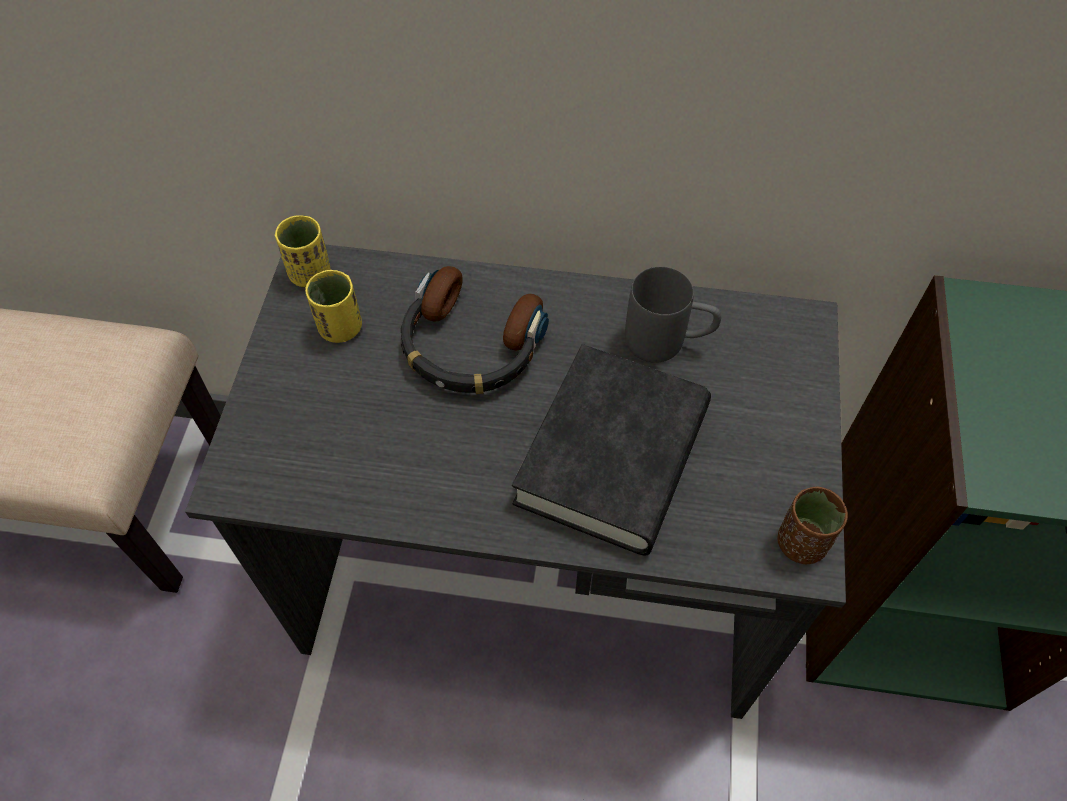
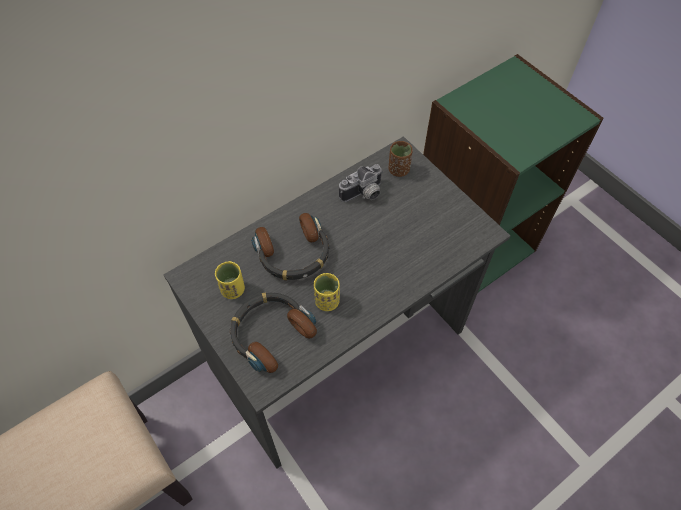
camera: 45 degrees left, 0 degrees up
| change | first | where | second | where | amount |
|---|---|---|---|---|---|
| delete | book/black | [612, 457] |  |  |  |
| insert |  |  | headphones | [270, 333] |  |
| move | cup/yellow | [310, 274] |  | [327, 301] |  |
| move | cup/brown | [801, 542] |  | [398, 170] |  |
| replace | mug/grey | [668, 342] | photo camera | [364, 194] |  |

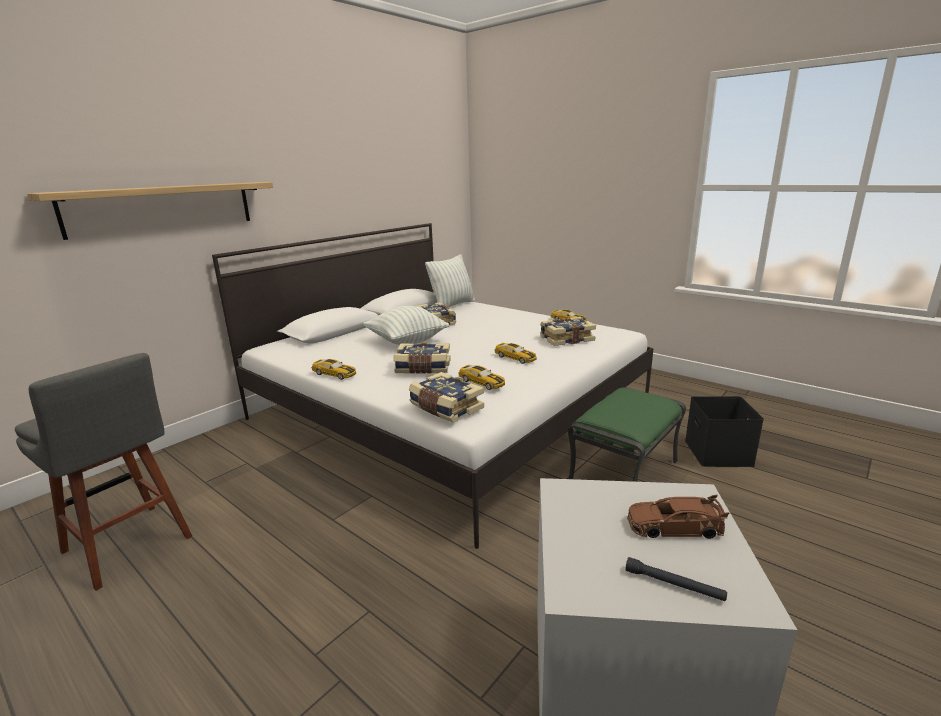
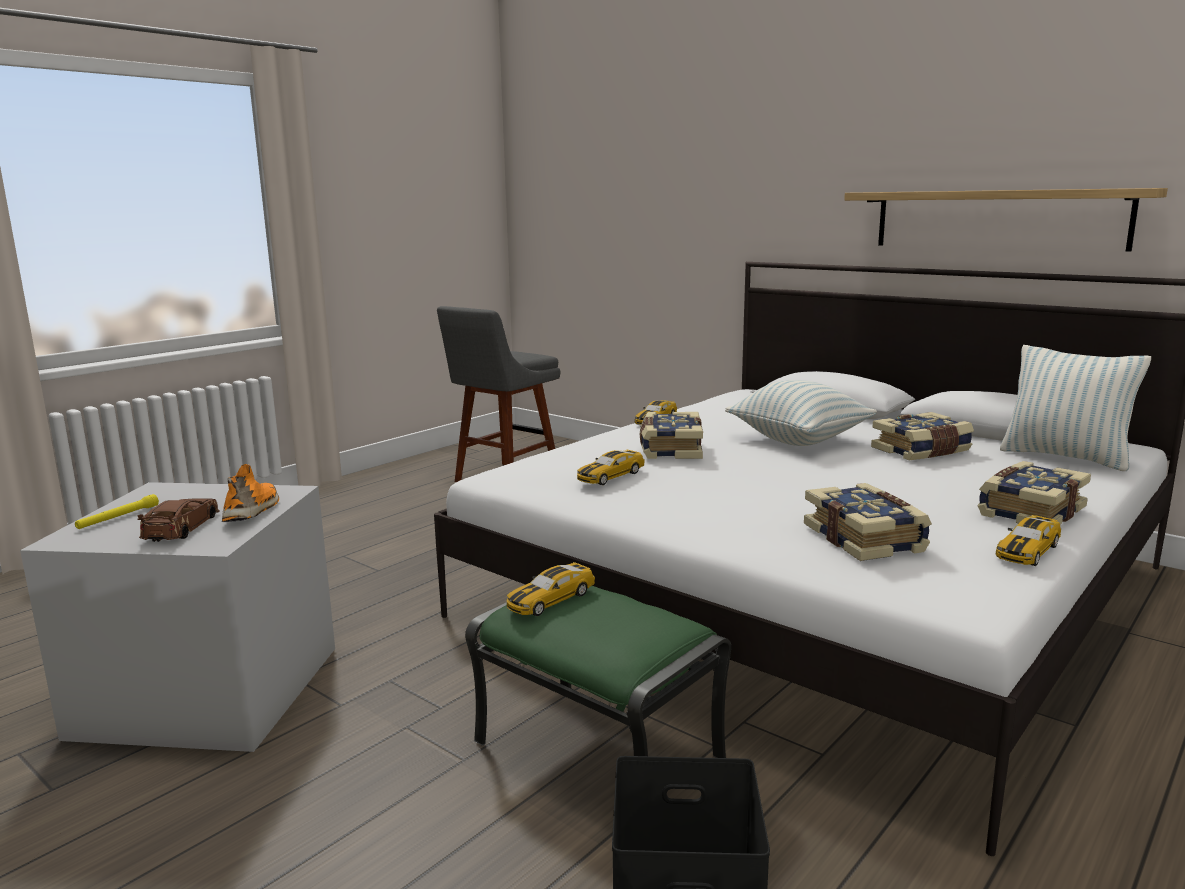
camera: 90 degrees right, 5 degrees down
| change | first | where | second | where | amount |
|---|---|---|---|---|---|
| insert |  |  | shoe/orange | [253, 511] |  |
| move | shelf | [162, 208] |  | [997, 219] |  |
| move | book | [445, 408] |  | [1029, 512] |  |
| move | toy car | [515, 358] |  | [550, 599] |  |
| recolor | flashlight/black | [673, 585] | flashlight/yellow | [118, 518] |  |

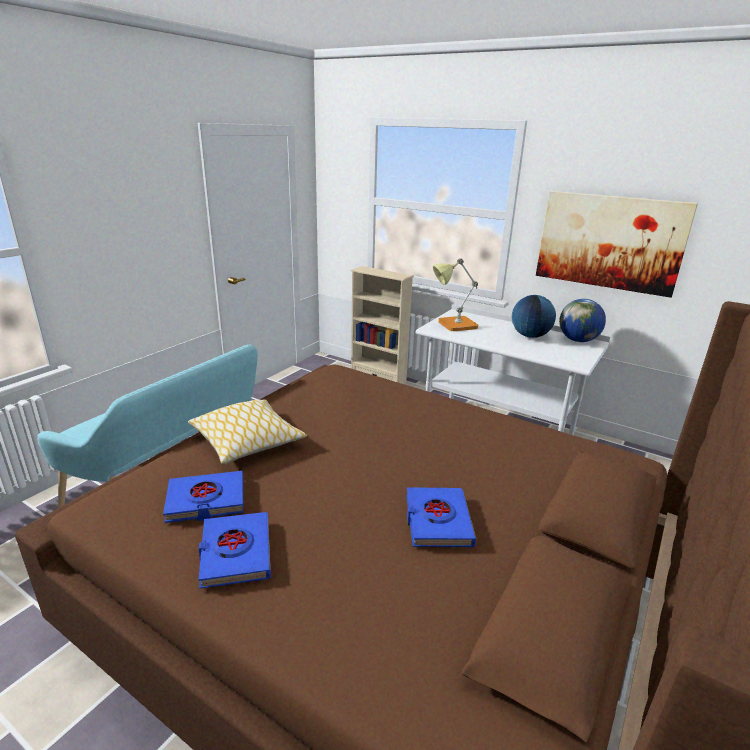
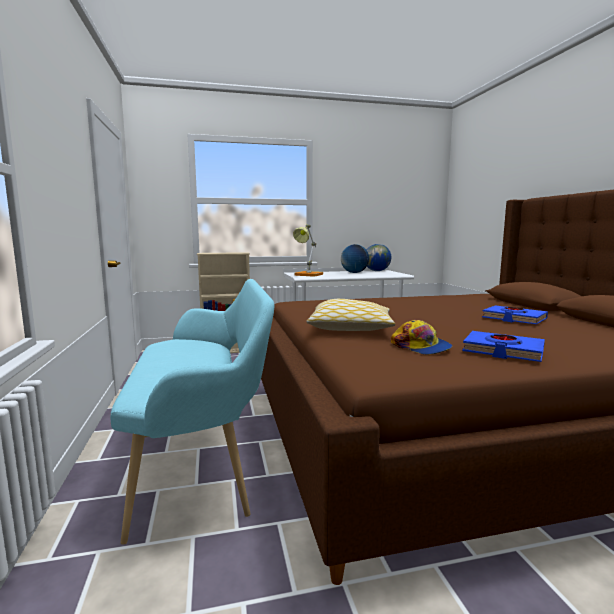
camera: 45 degrees left, 15 degrees down
| change | first | where | second | where | amount |
|---|---|---|---|---|---|
| delete | picture | [609, 242] |  |  |  |
| replace | book/blue | [206, 501] | cap | [421, 347] |  |

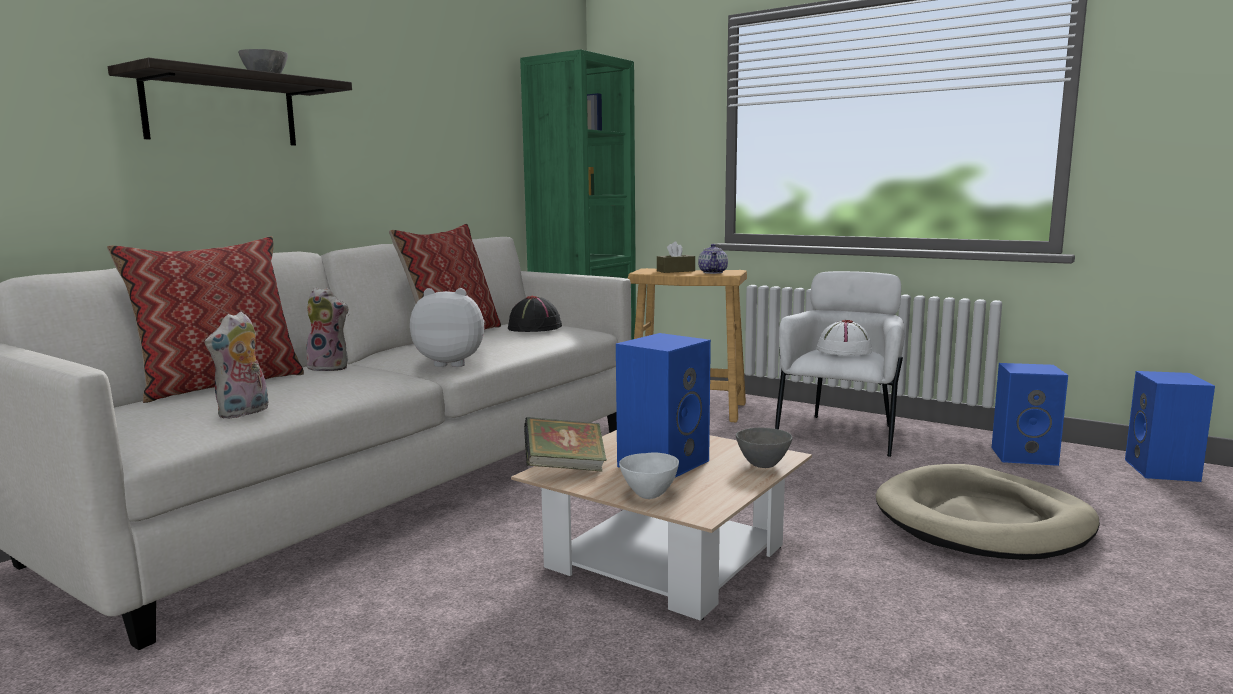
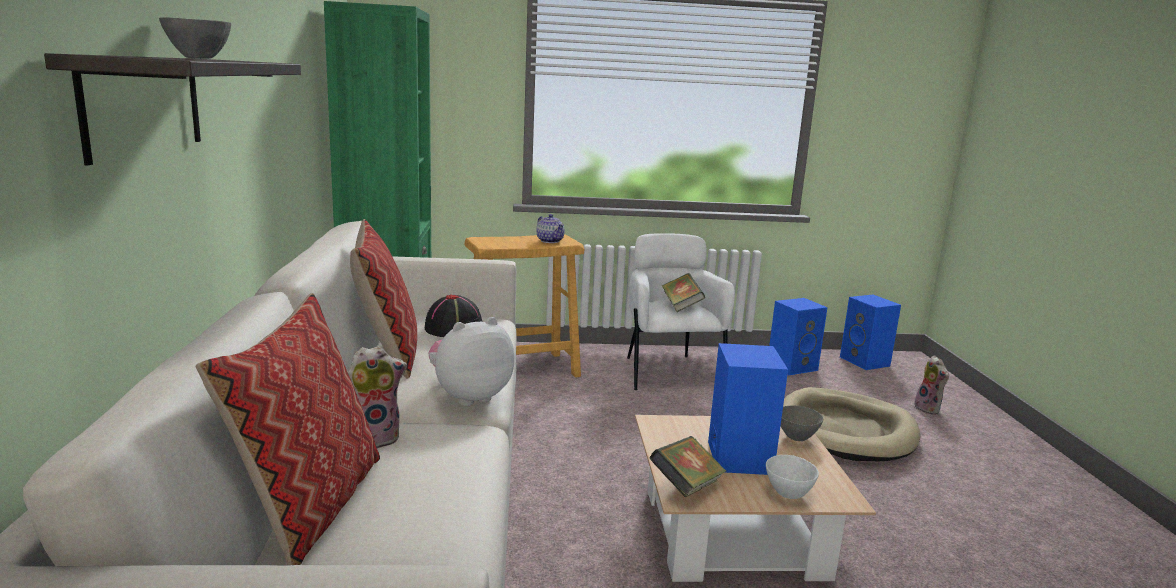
camera: 40 degrees left, 5 degrees up
| change | first | where | second | where | amount |
|---|---|---|---|---|---|
| delete | tissue box/brown | [675, 271] |  |  |  |
| move | plush toy | [244, 413] |  | [929, 409] |  |
| replace | hat/white | [843, 351] | book | [681, 306] |  |

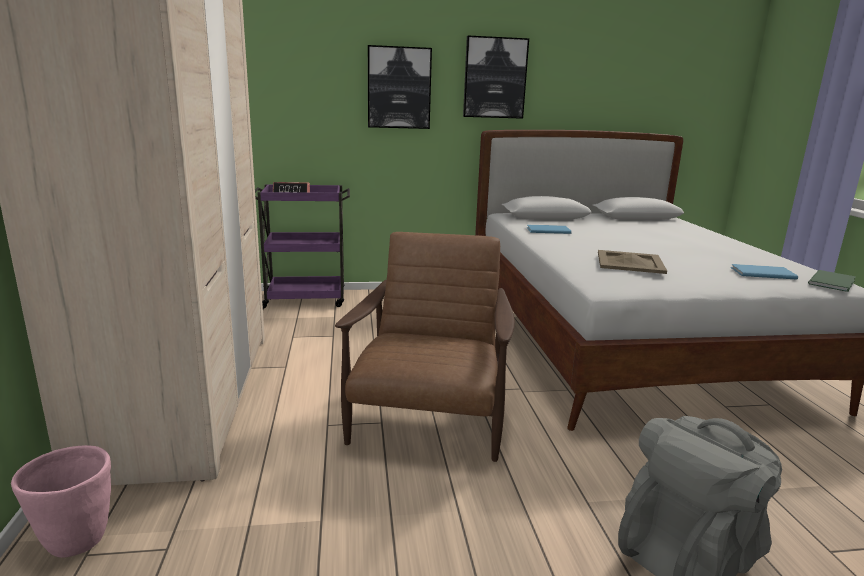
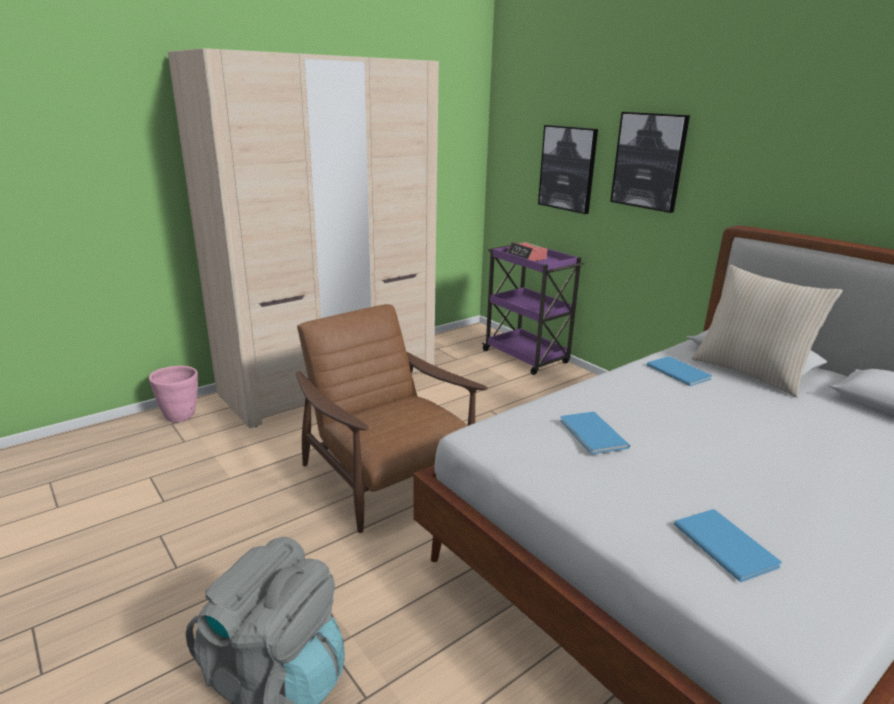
camera: 60 degrees right, 5 degrees up
| change | first | where | second | where | amount |
|---|---|---|---|---|---|
| delete | book/green | [833, 282] |  |  |  |
| insert |  |  | pillow/beige | [750, 373] |  |
| move | picture | [495, 78] |  | [568, 168] |  |
| replace | tray/beige | [630, 262] | book/blue | [592, 435] |  |
| rotate | armchair/brown | [429, 417] |  | [387, 478] | 105 degrees counterclockwise |

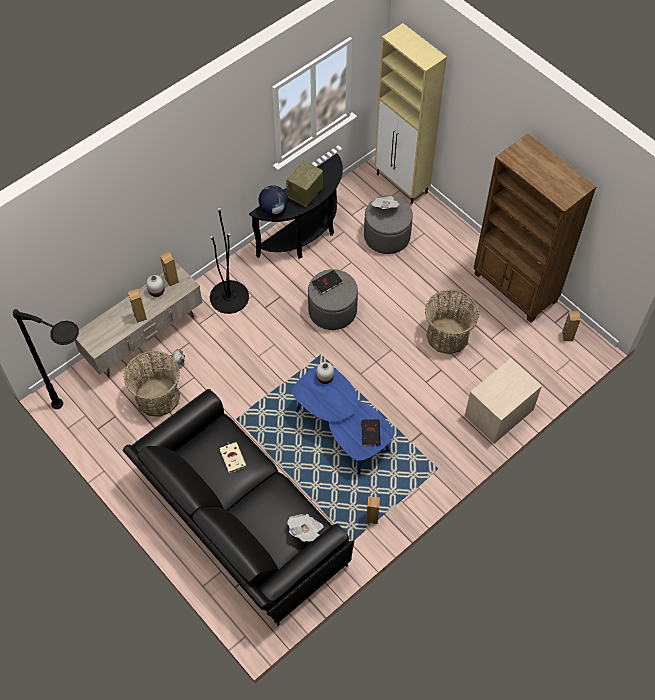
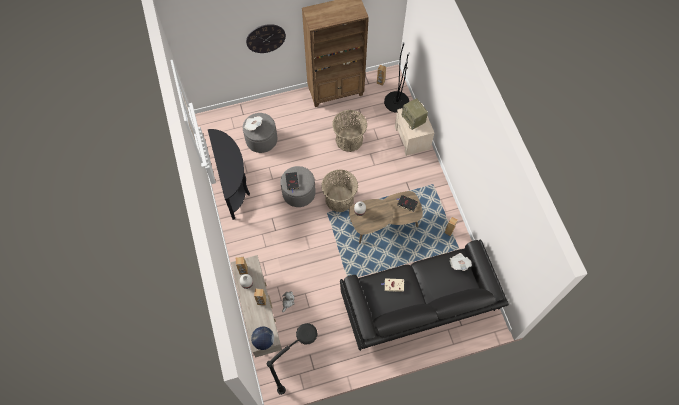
camera: 65 degrees left, 5 degrees up
| change | first | where | second | where | amount |
|---|---|---|---|---|---|
| delete | cabinet/beige | [402, 184] |  |  |  |
| insert |  |  | wall clock | [265, 38] |  |
| move | basket | [158, 397] |  | [339, 199] |  |
| move | floor lamp/black | [229, 297] |  | [396, 102] |  |
| move | globe | [273, 209] |  | [263, 341] |  |
| move | radio | [305, 193] |  | [414, 119] |  |
| recolor | coffee table/blue | [341, 429] | coffee table/brown | [384, 223] |  |

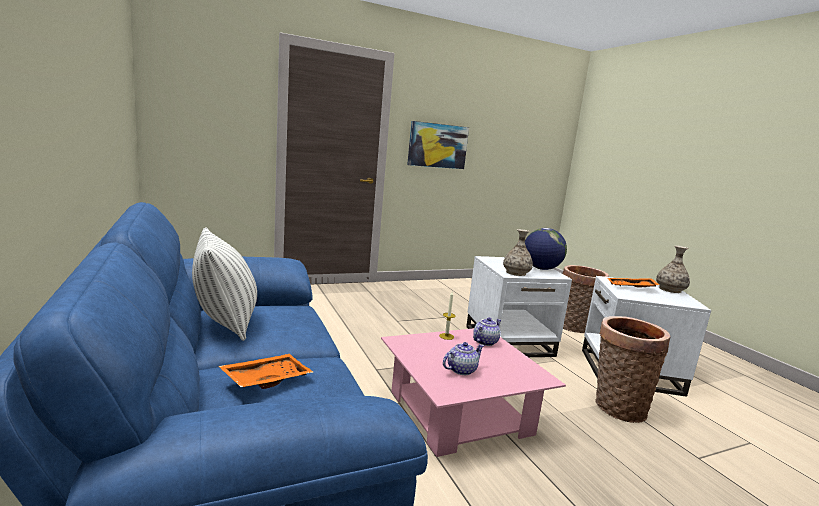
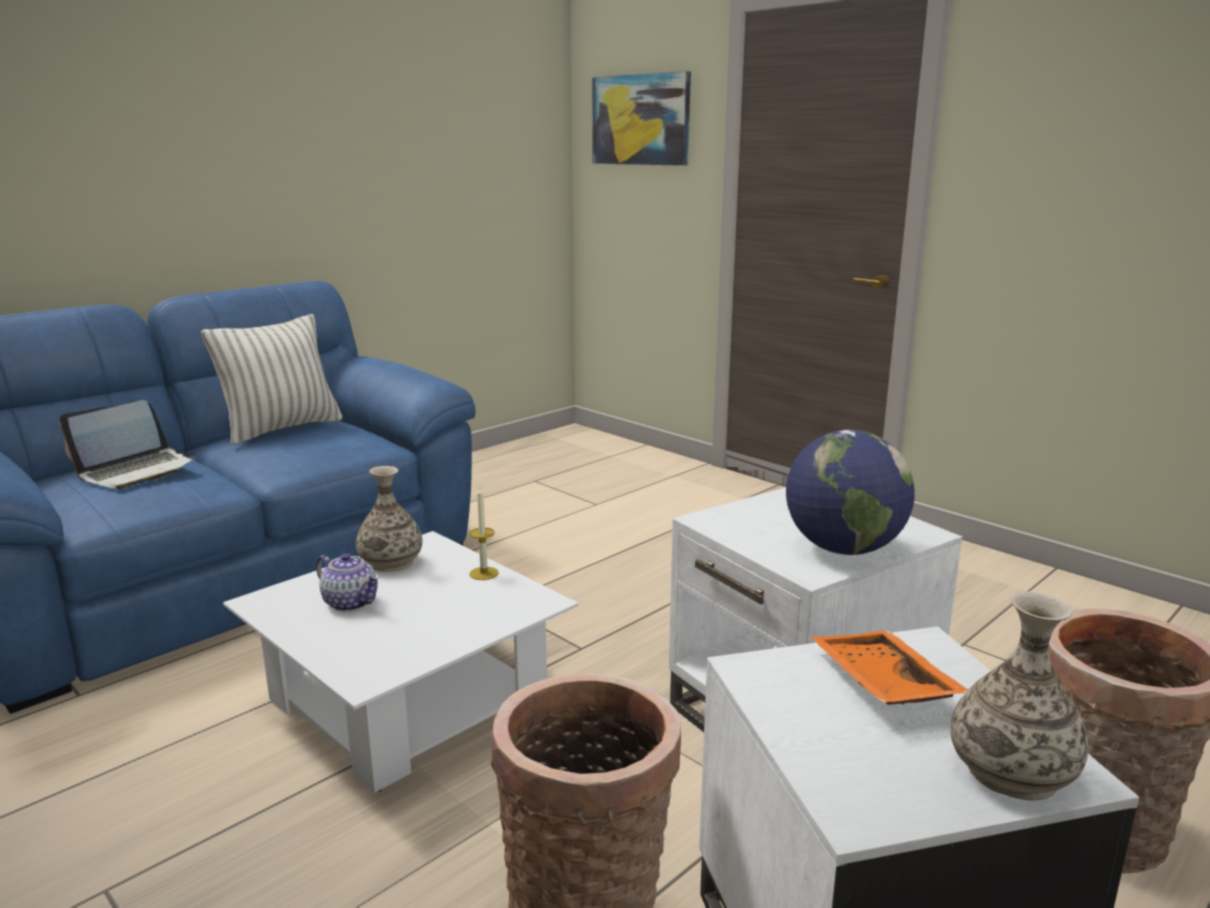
camera: 70 degrees right, 5 degrees up
| change | first | where | second | where | amount |
|---|---|---|---|---|---|
| delete | teapot | [485, 341] |  |  |  |
| move | picture | [437, 145] |  | [641, 120] |  |
| move | vase | [516, 273] |  | [391, 562] |  |
| replace | tray/orange | [266, 379] | laptop | [136, 471] |  |
| recolor | coffee table/pink | [459, 413] | coffee table/white | [408, 700] |  |

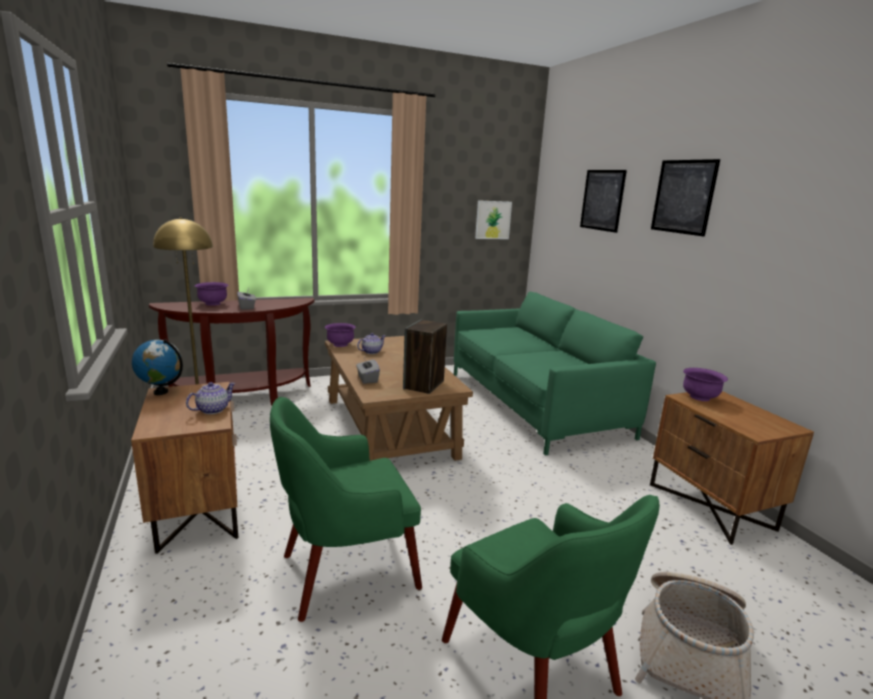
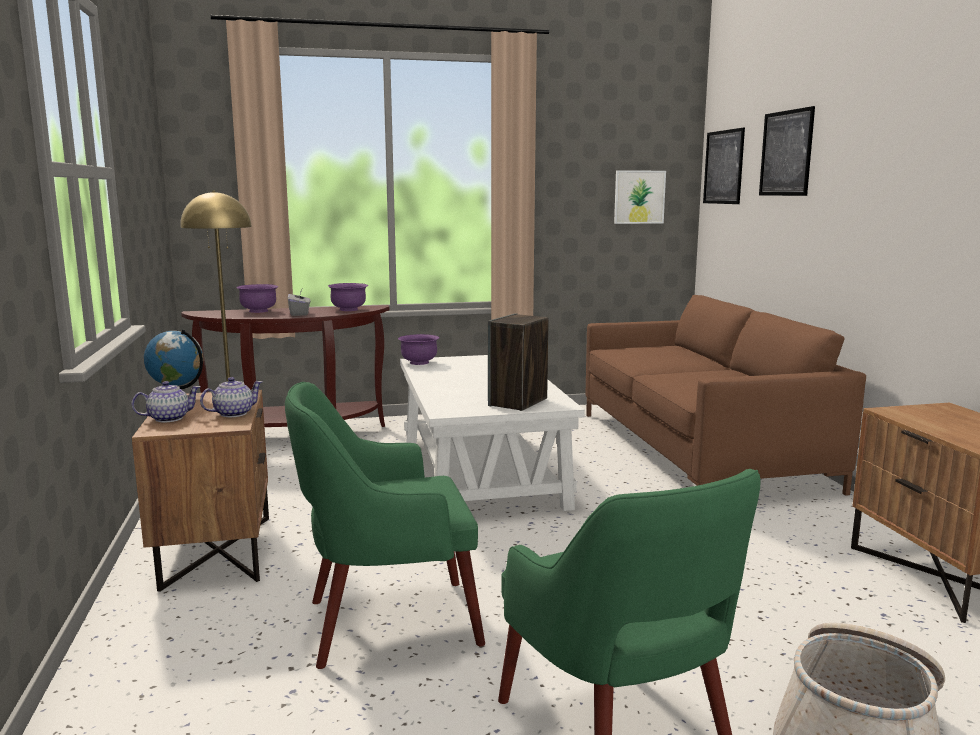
camera: 10 degrees right, 5 degrees down
| change | first | where | second | where | amount |
|---|---|---|---|---|---|
| delete | tissue box/grey | [367, 379] |  |  |  |
| move | teapot | [371, 352] |  | [168, 418] |  |
| move | picture | [683, 197] |  | [723, 167] |  |
| move | bowl/purple | [700, 397] |  | [348, 310] |  |
| recolor | coffee table/brown | [389, 427] | coffee table/white | [481, 472] |  |
| recolor | sofa/green | [534, 403] | sofa/brown | [697, 449] |  |

